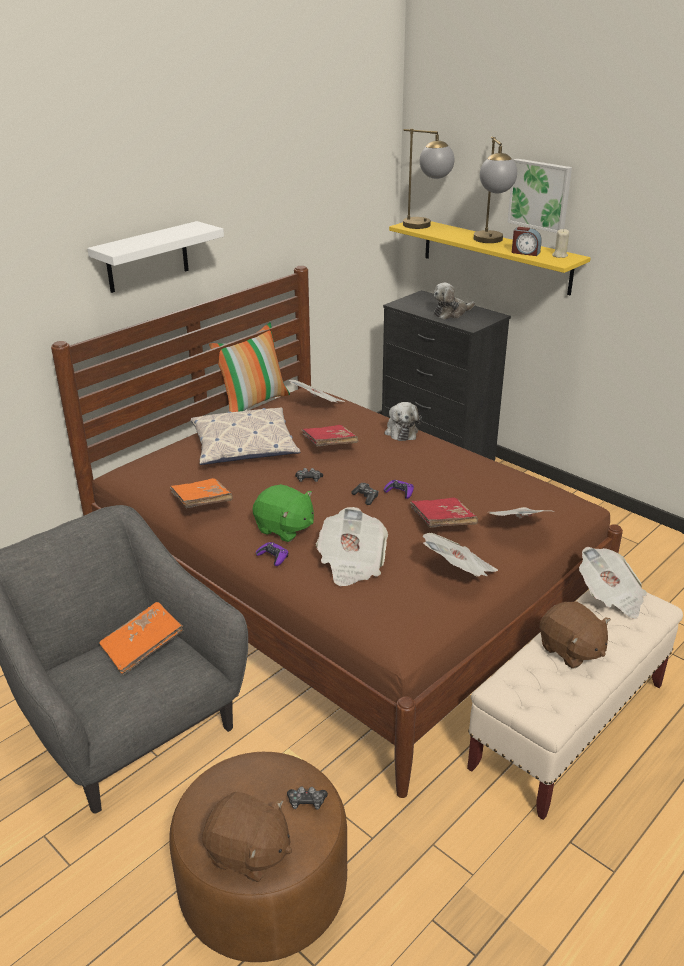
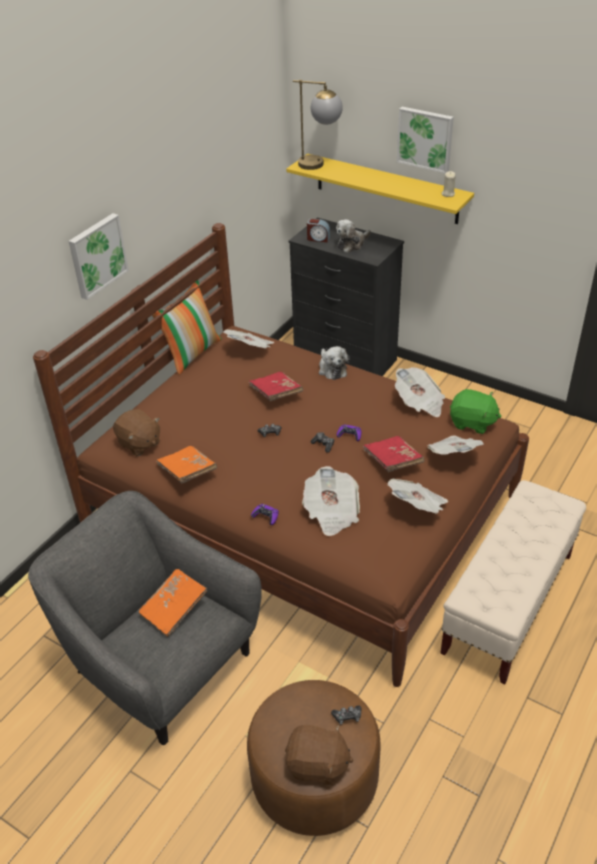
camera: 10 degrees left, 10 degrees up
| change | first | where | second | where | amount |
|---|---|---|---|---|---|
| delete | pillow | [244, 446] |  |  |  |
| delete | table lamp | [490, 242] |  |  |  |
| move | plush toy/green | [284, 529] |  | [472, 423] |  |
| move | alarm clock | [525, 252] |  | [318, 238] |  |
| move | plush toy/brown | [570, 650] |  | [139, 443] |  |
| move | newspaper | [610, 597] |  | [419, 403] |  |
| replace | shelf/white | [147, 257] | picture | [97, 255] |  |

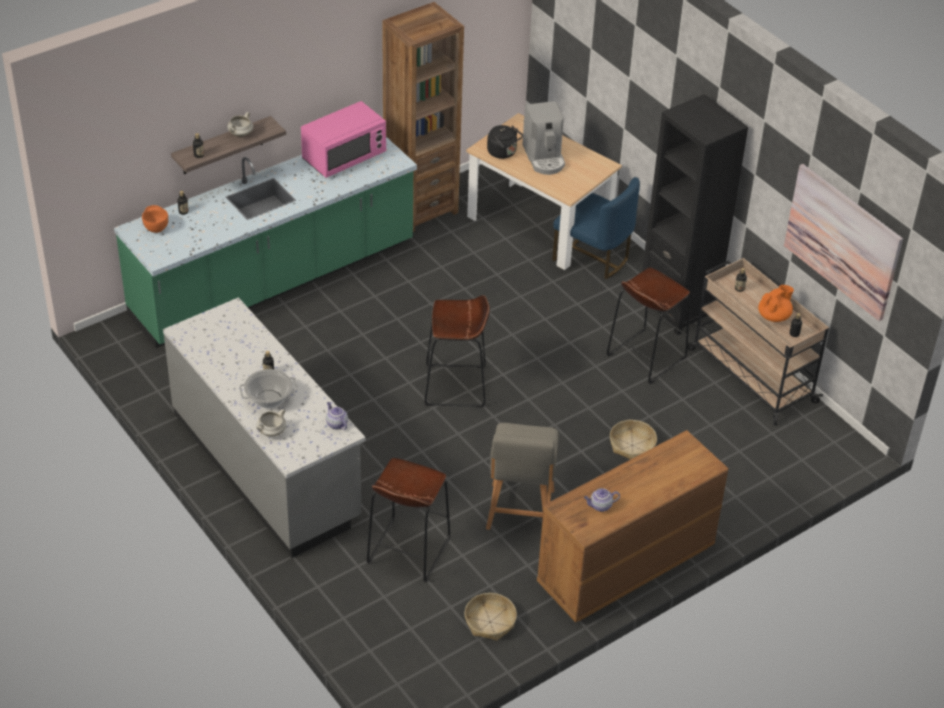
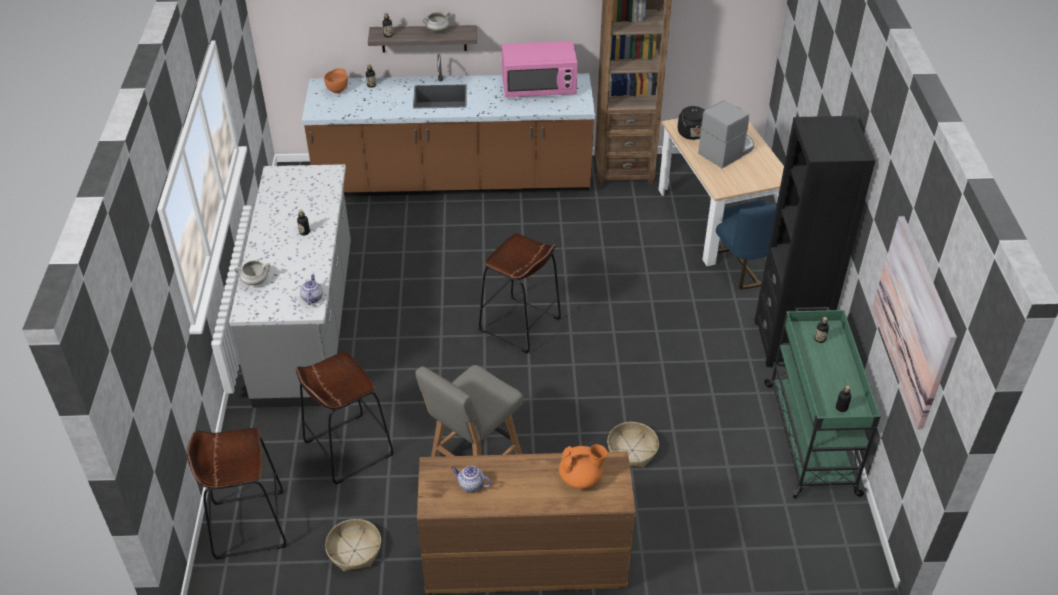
camera: 35 degrees right, 0 degrees up
| change | first | where | second | where | amount |
|---|---|---|---|---|---|
| delete | cooking pot | [269, 399] |  |  |  |
| move | stool/brown | [646, 356] |  | [249, 524] |  |
| move | teapot/orange | [774, 316] |  | [581, 478] |  |
| recolor | counter/green | [274, 280] | counter/brown | [454, 181] |  |
| recolor | cart/beige | [750, 374] | cart/green | [810, 436] |  |
| rotate | coffee machine | [544, 157] |  | [727, 151] | 150 degrees counterclockwise |

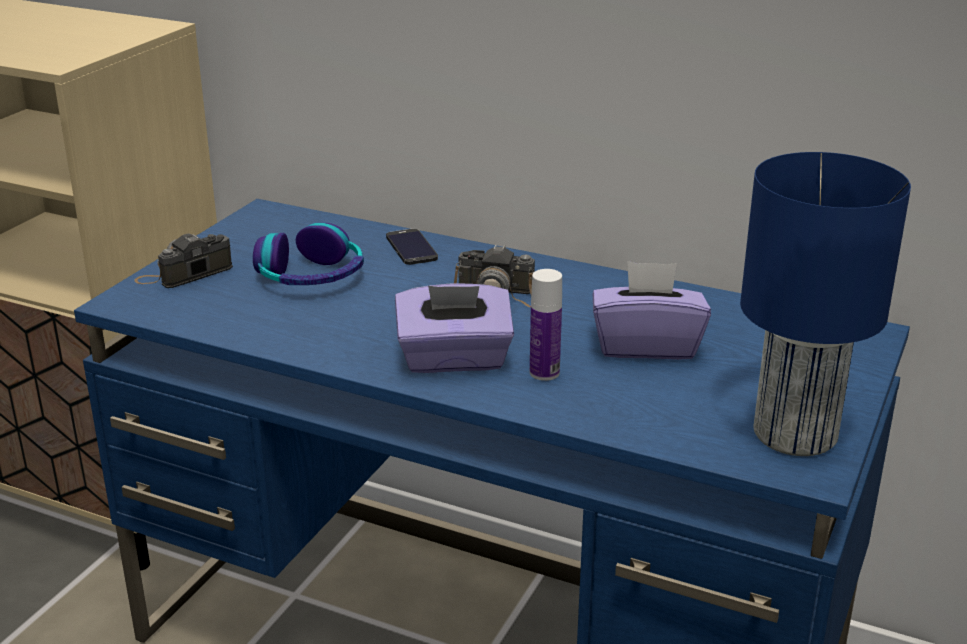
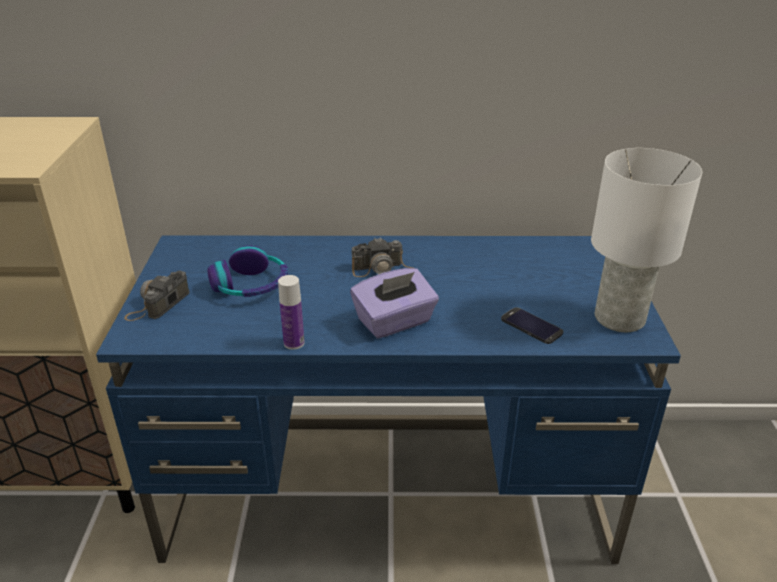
camera: 25 degrees left, 5 degrees up
| change | first | where | second | where | amount |
|---|---|---|---|---|---|
| delete | tissue box/purple | [646, 345] |  |  |  |
| move | phone | [411, 247] |  | [531, 326] |  |
| move | bottle | [544, 373] |  | [294, 343] |  |
| recolor | table lamp/blue | [797, 435] | table lamp/white | [621, 318] |  |

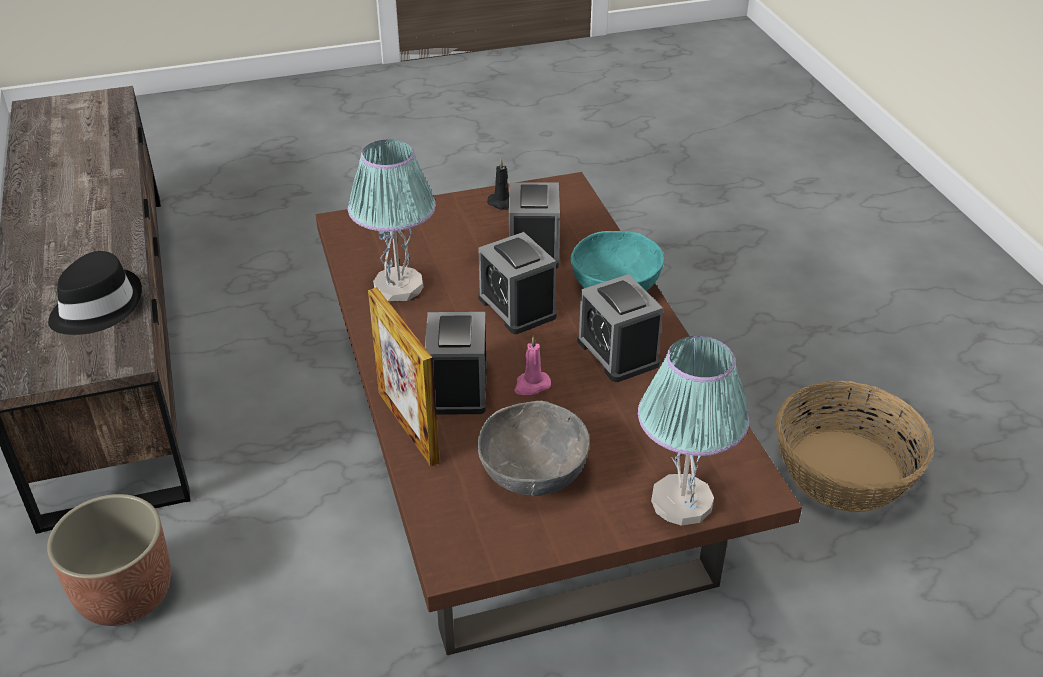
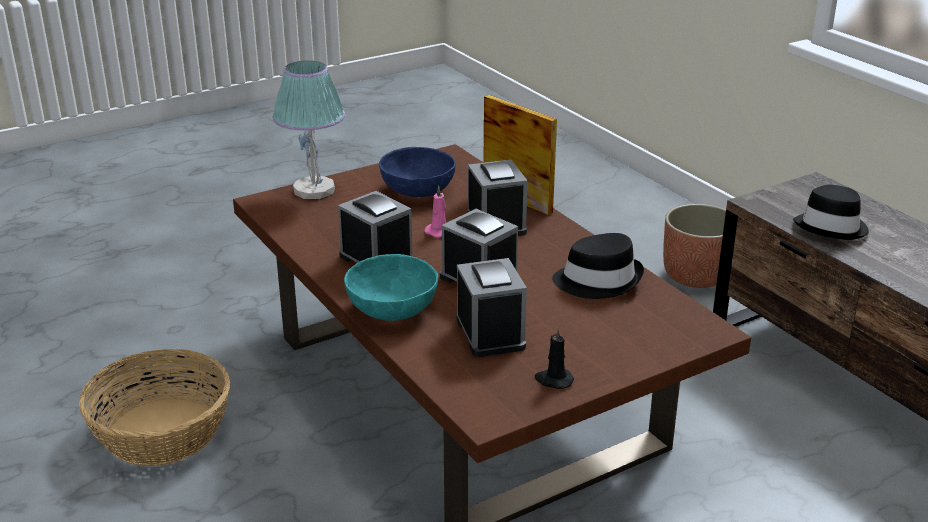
camera: 165 degrees right, 10 degrees down
| change | first | where | second | where | amount |
|---|---|---|---|---|---|
| replace | table lamp | [399, 287] | hat/black | [598, 280] |  |
| recolor | bowl/grey | [533, 471] | bowl/blue | [417, 191] |  |

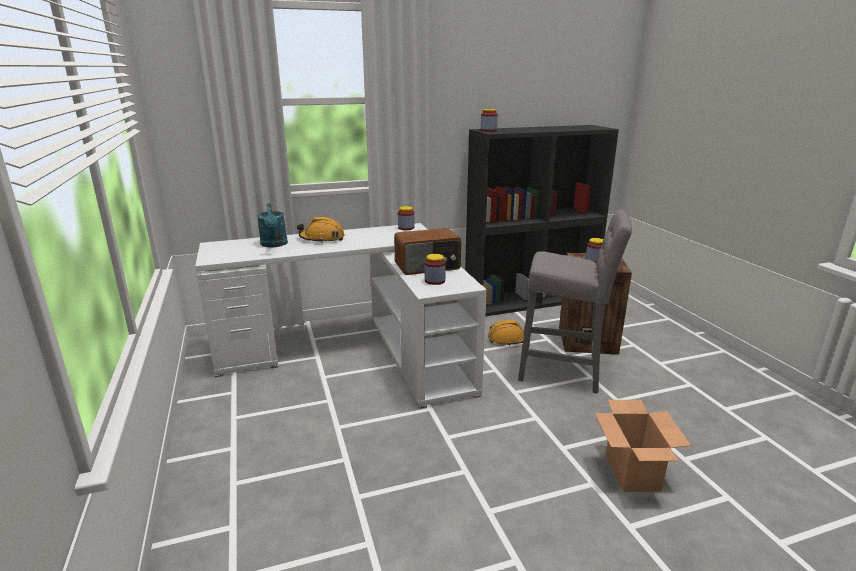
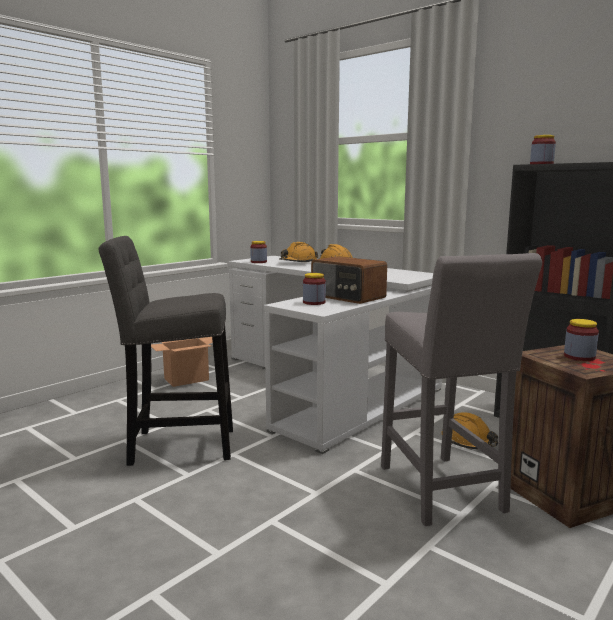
camera: 60 degrees right, 10 degrees down
| change | first | where | second | where | amount |
|---|---|---|---|---|---|
| insert |  |  | stool/grey | [176, 446] |  |
| move | jar | [406, 228] |  | [258, 262] |  |
| move | cardboard box | [632, 473] |  | [186, 379] |  |
| replace | watering can/turquoise | [274, 245] | hard hat/orange | [298, 262] |  |

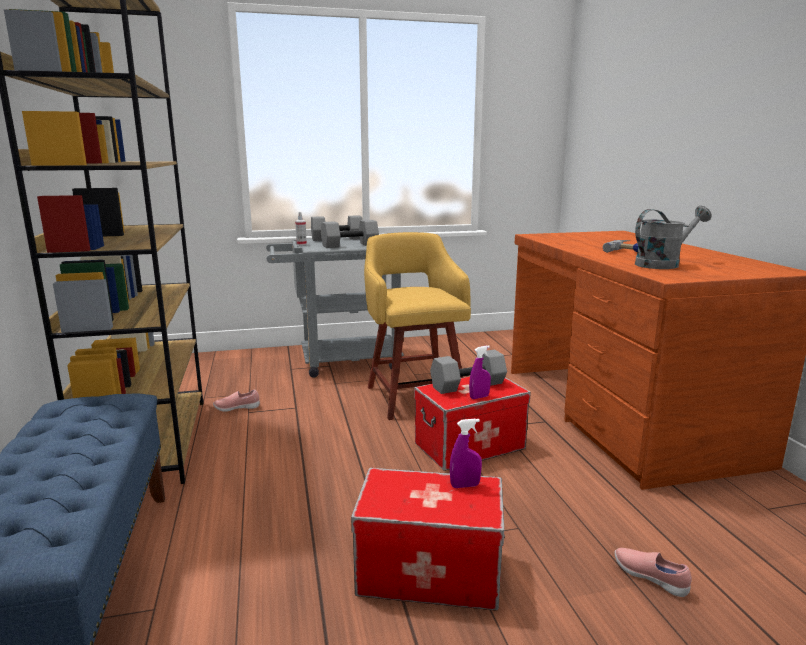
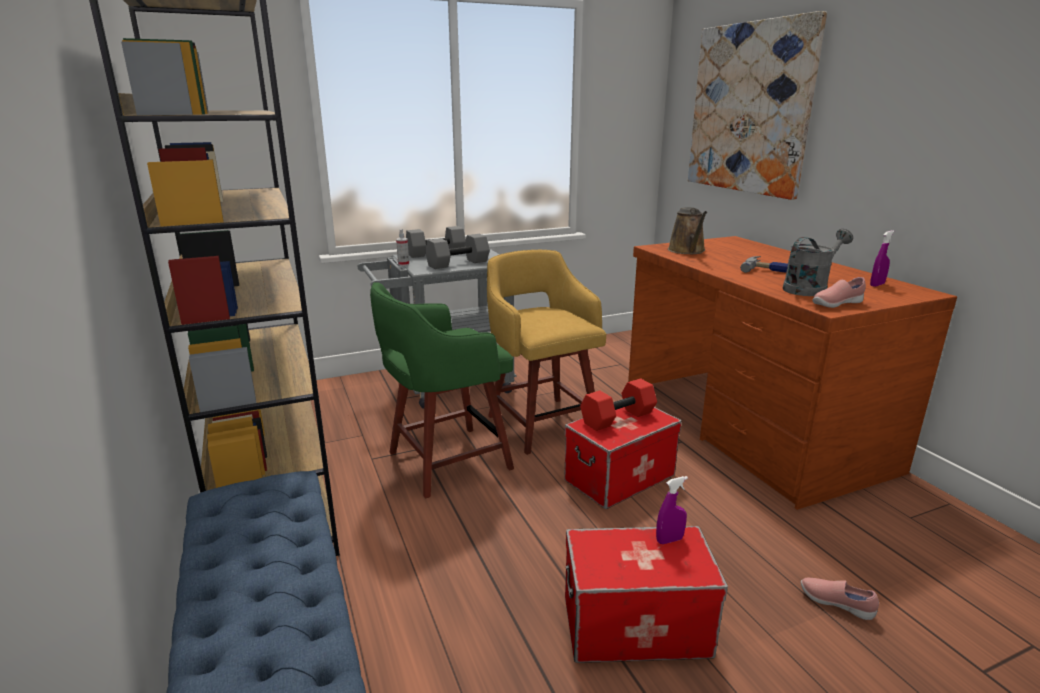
camera: 10 degrees left, 5 degrees up
| change | first | where | second | where | amount |
|---|---|---|---|---|---|
| insert |  |  | stool/green | [445, 461] |  |
| insert |  |  | watering can/brown | [687, 251] |  |
| insert |  |  | picture | [749, 109] |  |
| move | shoe/pink | [237, 408] |  | [836, 304] |  |
| move | spray bottle/purple | [479, 397] |  | [877, 285] |  |
| recolor | dumbbell/grey | [468, 385] | dumbbell/red | [617, 417] |  |

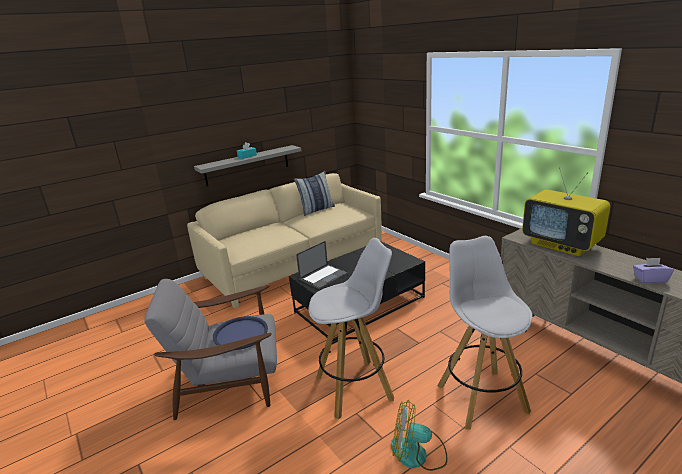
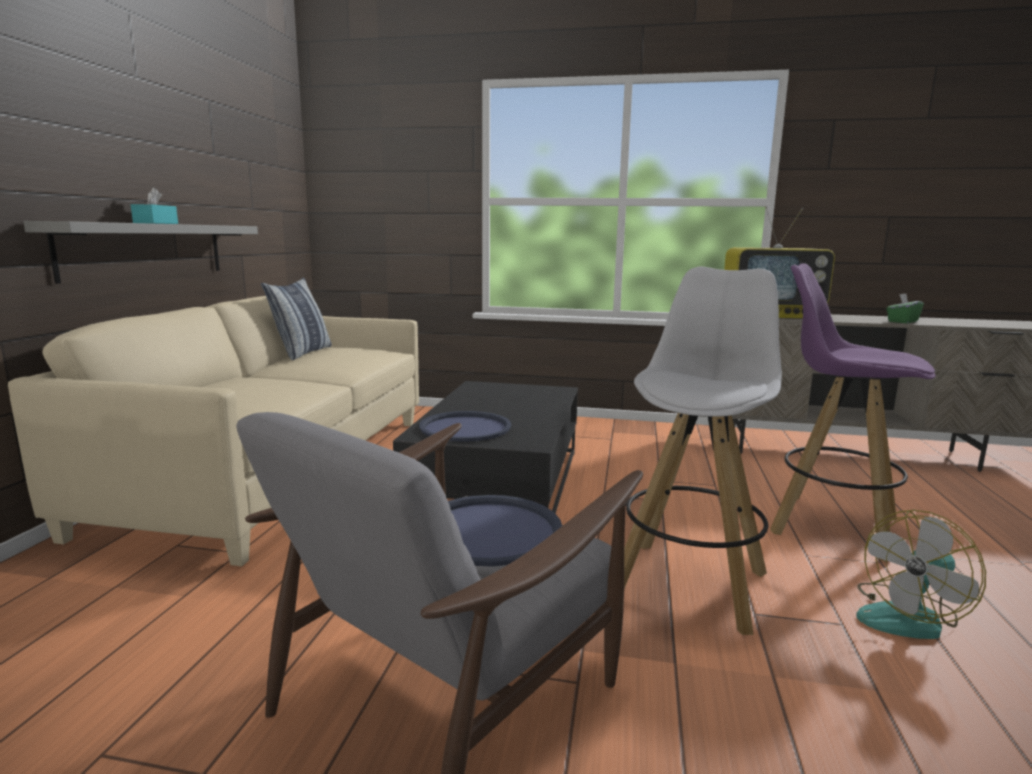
camera: 45 degrees left, 10 degrees down
| change | first | where | second | where | amount |
|---|---|---|---|---|---|
| replace | laptop | [323, 276] | tray/blue | [465, 428] |  |
| recolor | stool/white | [481, 397] | stool/purple | [830, 525] |  |
| recolor | tissue box/purple | [650, 279] | tissue box/green | [902, 321] |  |

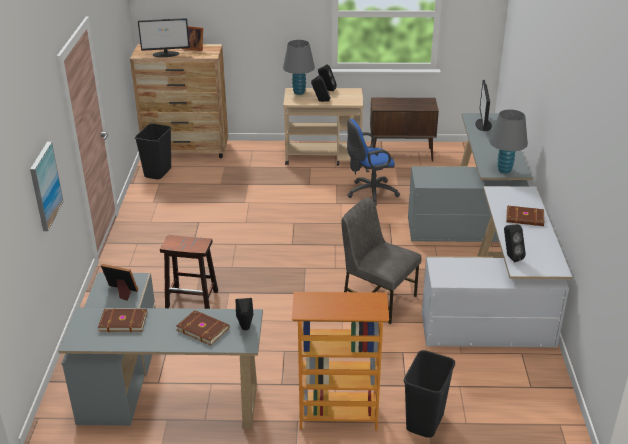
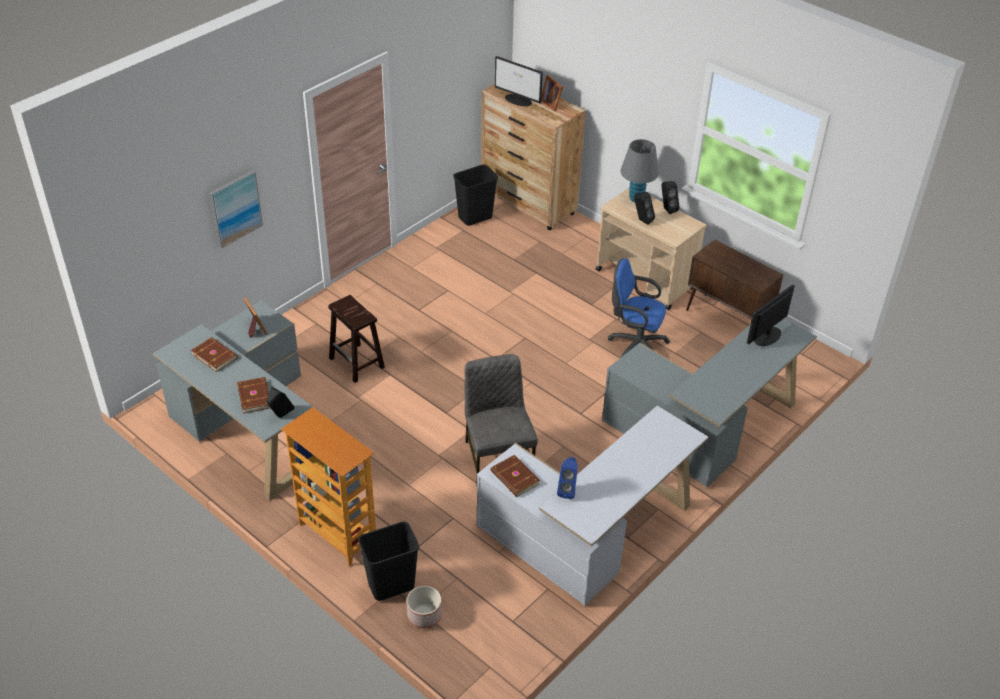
camera: 40 degrees right, 10 degrees up
| change | first | where | second | where | amount |
|---|---|---|---|---|---|
| delete | table lamp/grey | [504, 170] |  |  |  |
| insert |  |  | planter | [424, 615] |  |
| move | book/brown | [525, 218] |  | [514, 478] |  |
| recolor | speaker/black | [510, 257] | speaker/blue | [567, 490] |  |

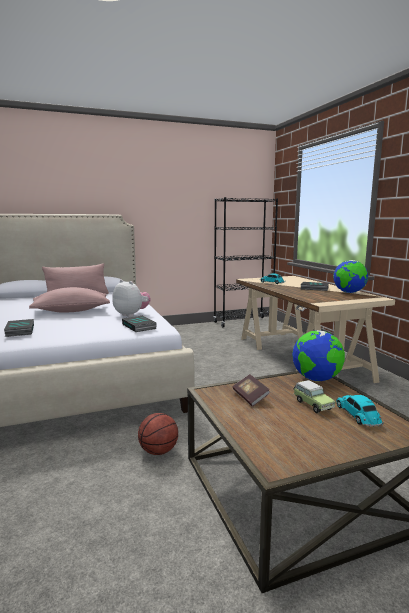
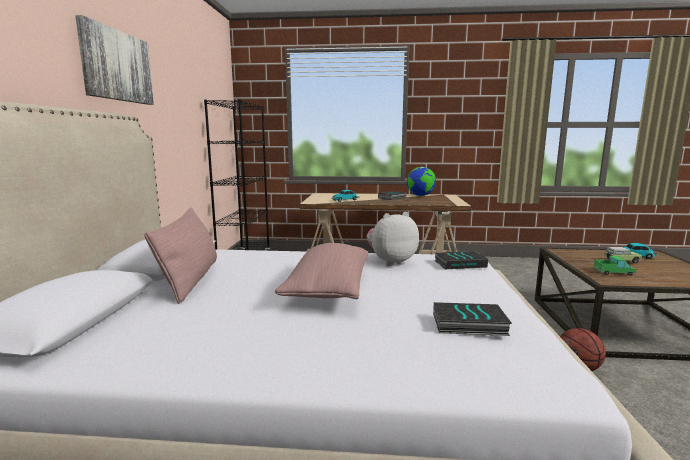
camera: 65 degrees left, 0 degrees up
| change | first | where | second | where | amount |
|---|---|---|---|---|---|
| delete | globe | [316, 379] |  |  |  |
| insert |  |  | picture | [116, 66] |  |
| replace | book | [250, 397] | toy truck | [613, 272] |  |

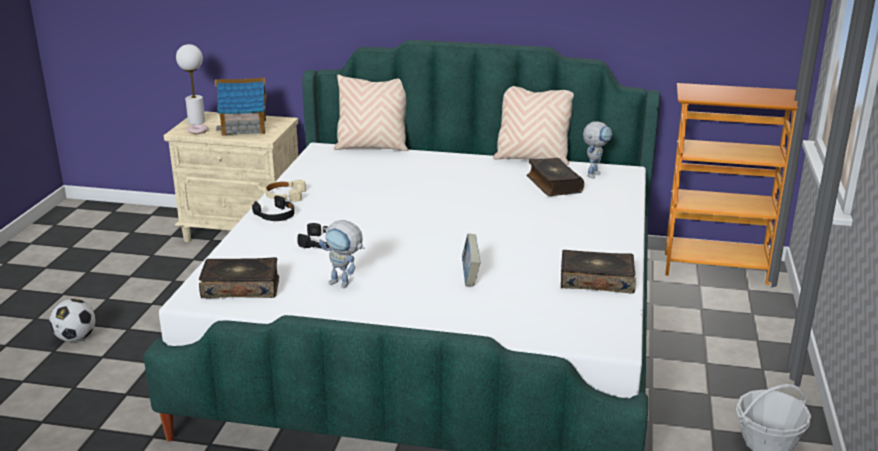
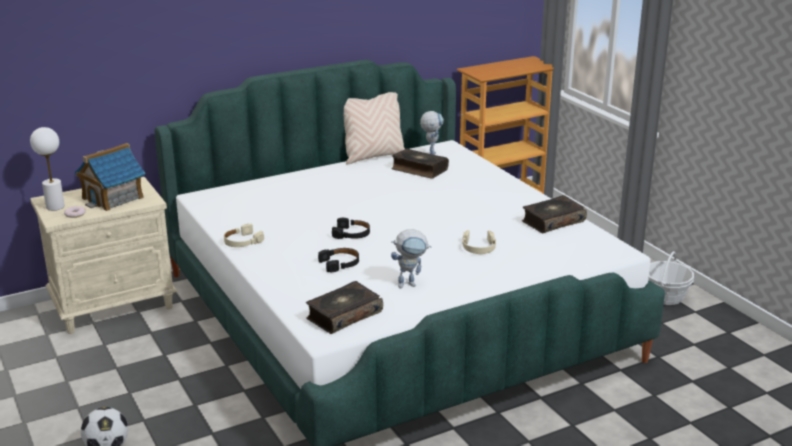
camera: 40 degrees left, 0 degrees up
| change | first | where | second | where | amount |
|---|---|---|---|---|---|
| delete | pillow/beige | [372, 147] |  |  |  |
| move | headphones/black | [275, 215] |  | [352, 234] |  |
| replace | book | [470, 276] | headphones/beige | [478, 247] |  |

